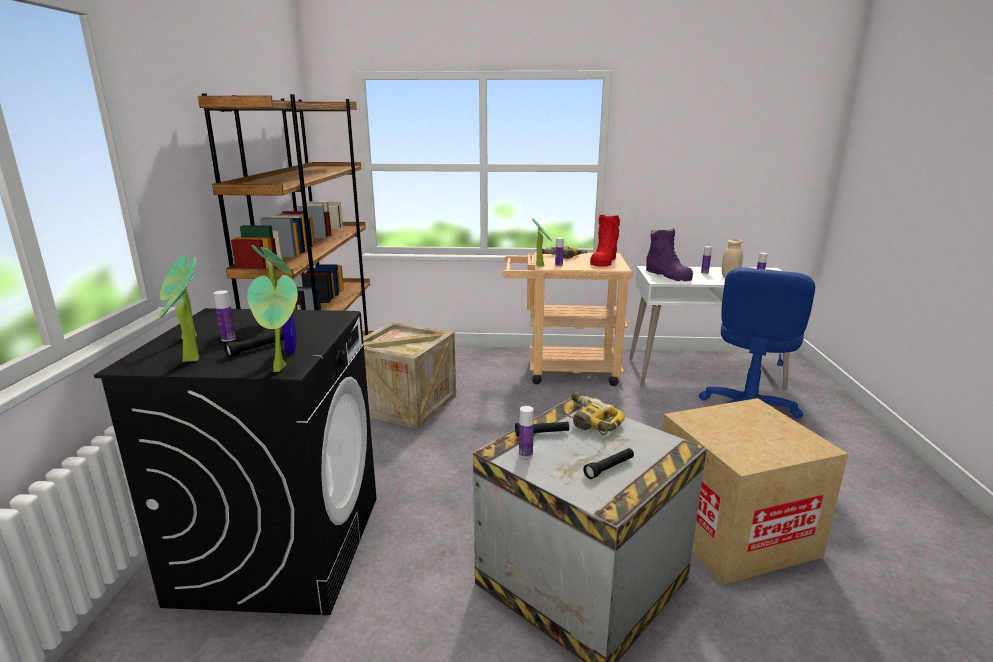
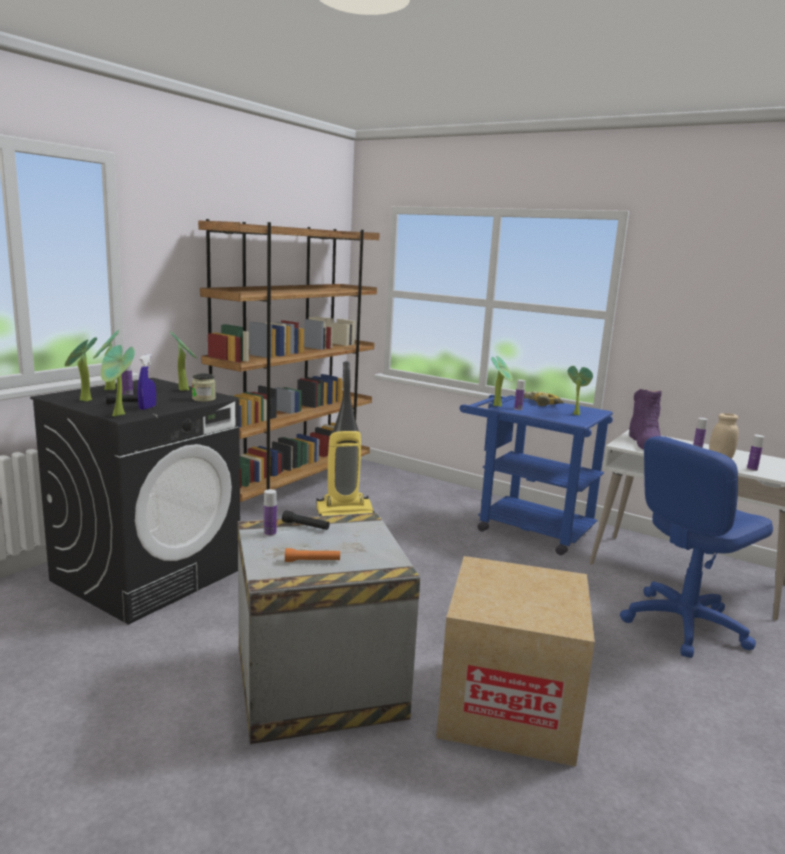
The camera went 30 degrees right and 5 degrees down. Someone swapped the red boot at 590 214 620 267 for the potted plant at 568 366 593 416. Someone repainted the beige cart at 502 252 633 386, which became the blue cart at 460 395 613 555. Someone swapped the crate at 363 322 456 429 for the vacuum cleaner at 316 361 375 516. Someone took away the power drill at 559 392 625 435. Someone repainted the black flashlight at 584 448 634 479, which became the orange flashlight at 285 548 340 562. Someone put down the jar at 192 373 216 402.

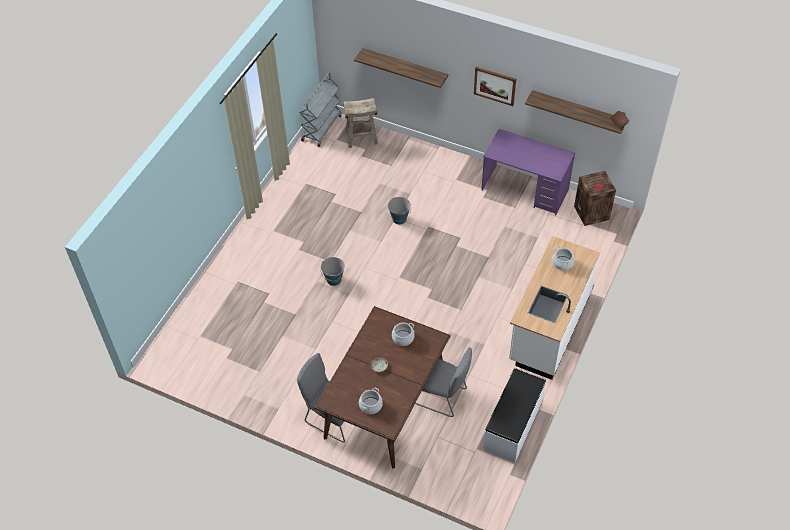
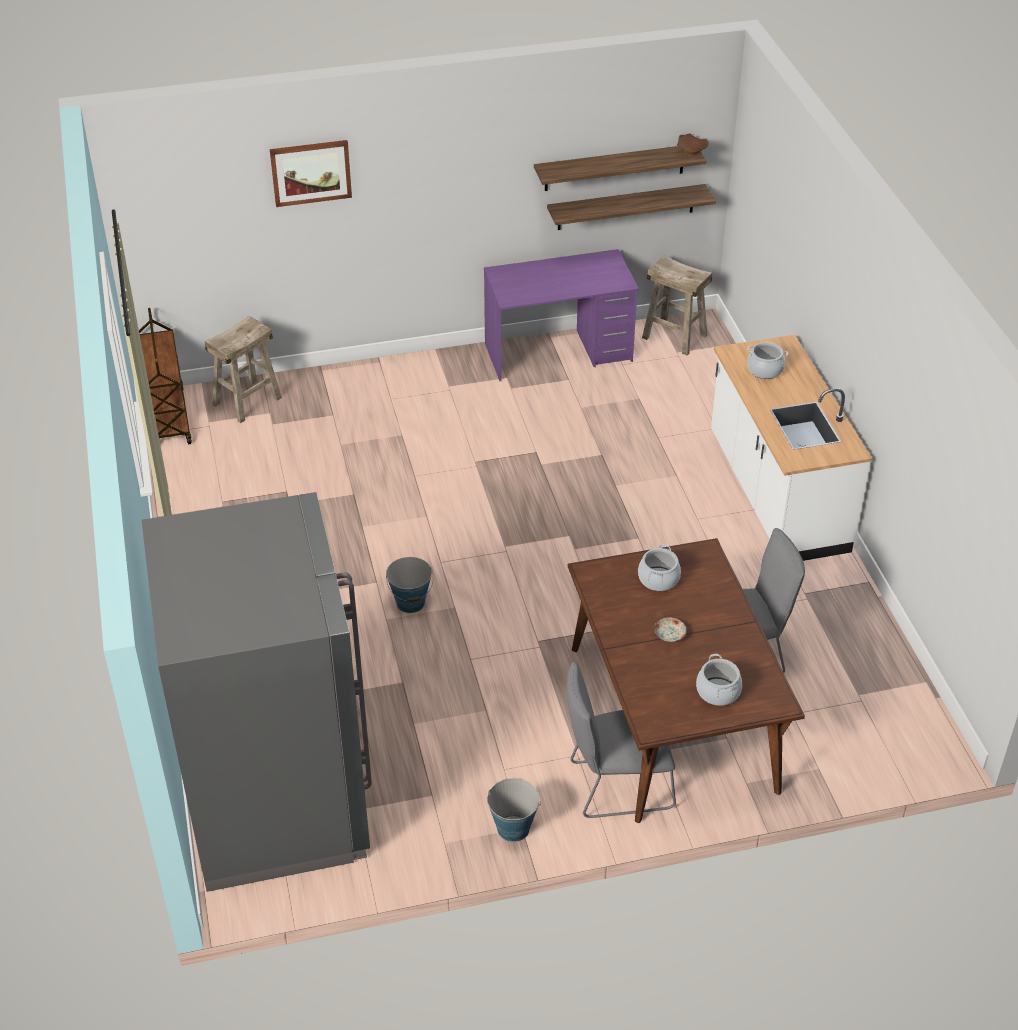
The camera went 40 degrees left and 10 degrees down. Someone carried the shelf from 354 48 448 88 to 547 184 716 230. Someone carried the picture from 474 67 516 106 to 270 140 352 207. Someone repainted the grey cart at 299 72 342 147, which became the brown cart at 139 308 192 444. Someone swapped the crate at 574 171 616 226 for the beige stool at 642 255 712 355. Someone carried the bucket from 388 197 411 225 to 487 778 541 842. Someone took away the white bench at 483 368 546 463. Someone put down the grey fridge at 142 492 372 892.

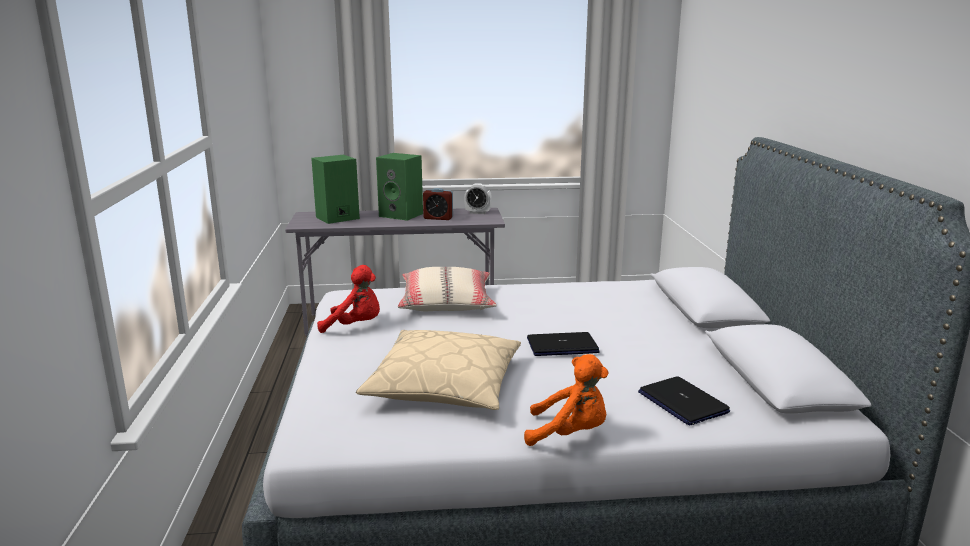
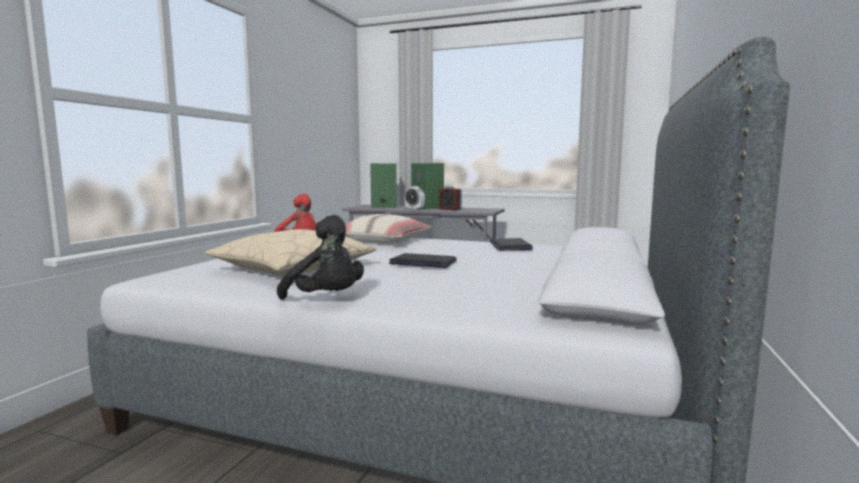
The camera went 25 degrees right and 10 degrees down. Someone carried the alarm clock from 464 183 492 214 to 405 186 425 210. Someone repainted the orange plush toy at 524 354 609 446, which became the black plush toy at 277 215 364 300. Someone carried the laptop from 638 376 730 425 to 490 238 533 250.

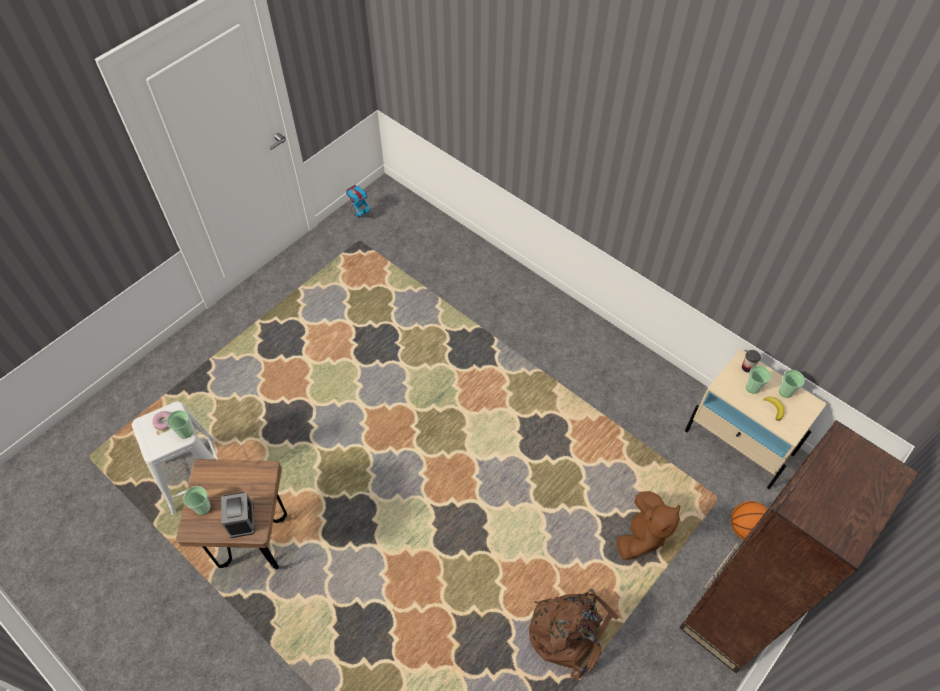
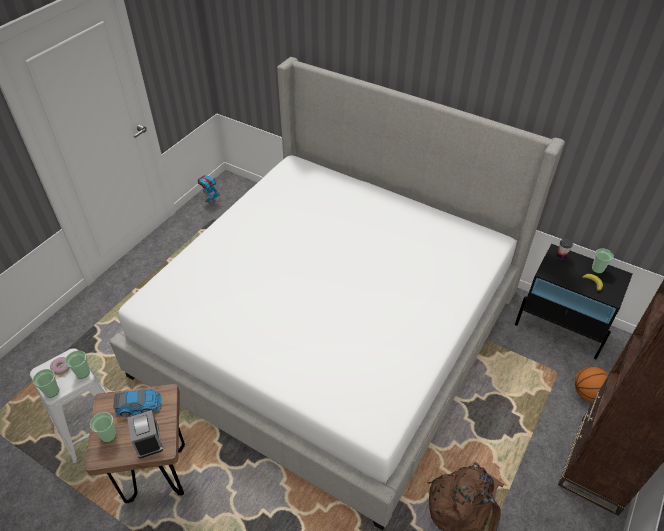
The camera went 10 degrees left and 10 degrees down. Someone repainted the beige nightstand at 685 349 827 489, which became the black nightstand at 515 244 632 359. Someone carried the cup from 746 366 771 394 to 33 369 59 398. Someone took away the brown plush toy at 616 491 680 560. Someone put down the bed at 109 57 565 530. Someone put down the toy car at 113 389 161 417.

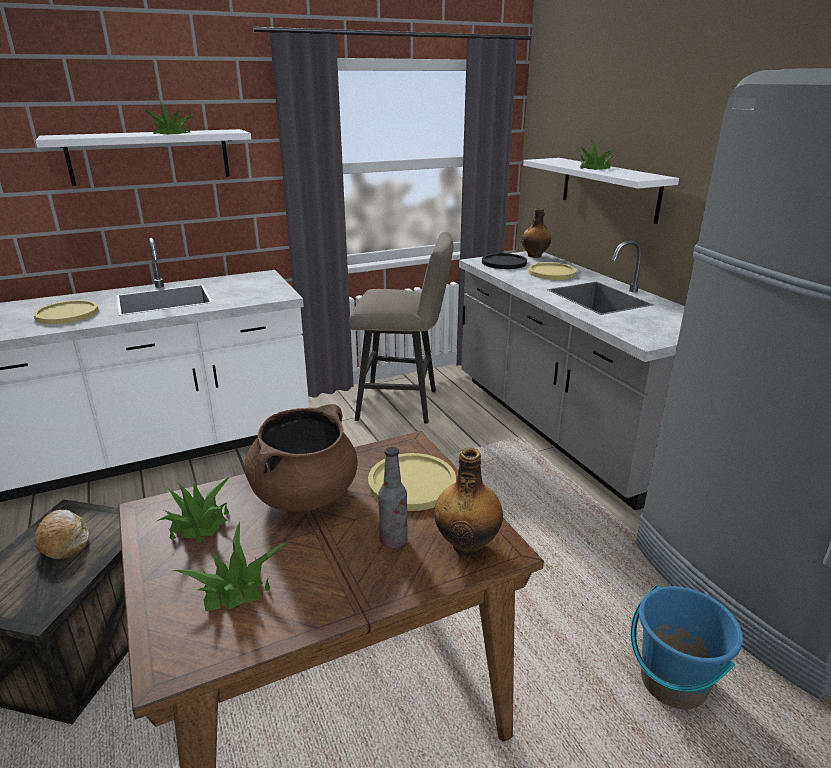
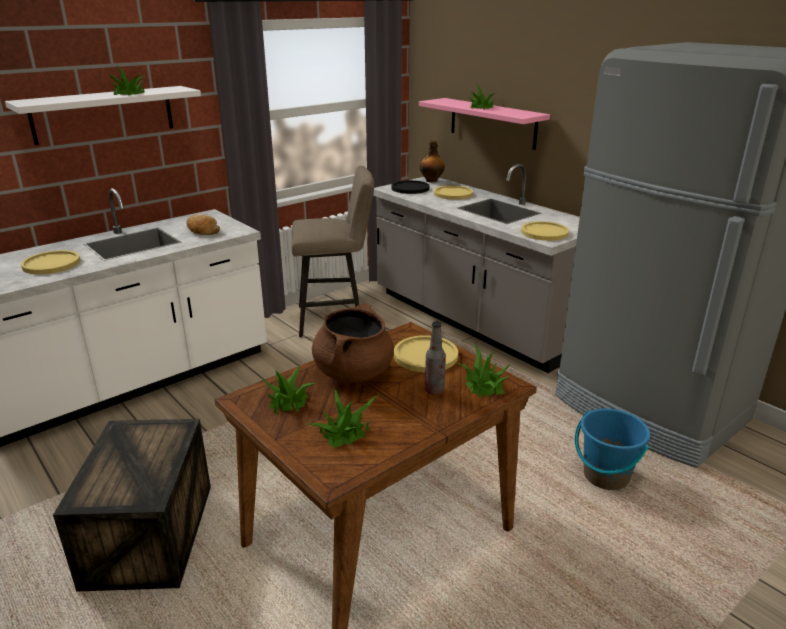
The camera went 15 degrees left and 0 degrees up. Someone repainted the white shelf at 523 158 679 224, which became the pink shelf at 419 98 550 150. Someone swapped the bottle at 434 448 503 556 for the potted plant at 455 343 511 397. Someone carried the bread from 34 510 89 559 to 187 214 220 235. Someone put down the yellow plate at 521 221 569 241.

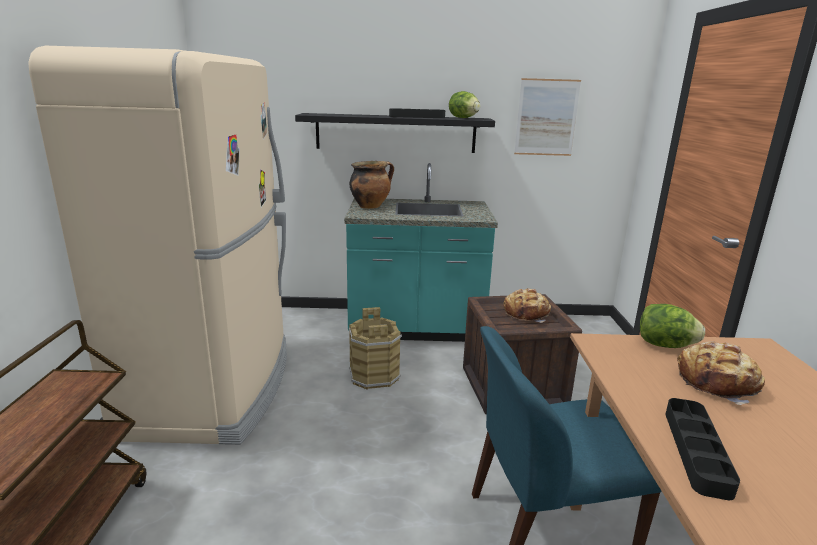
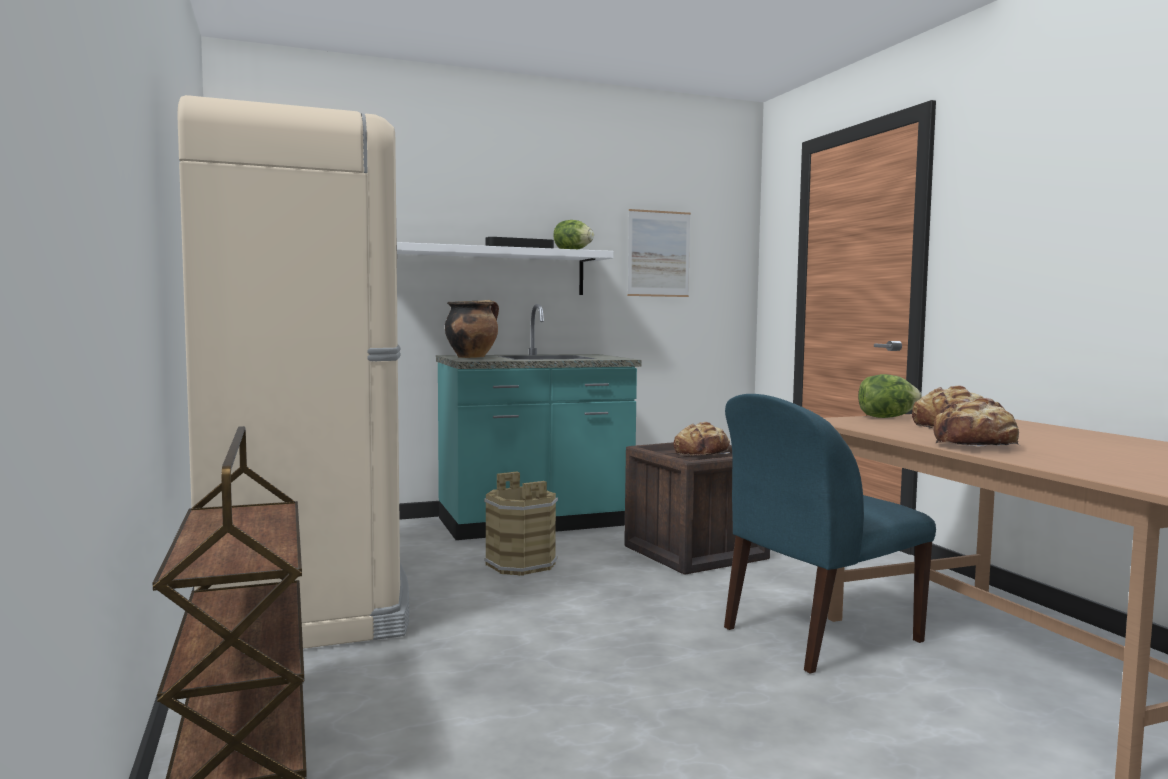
The camera went 20 degrees left and 15 degrees down. Someone repainted the black shelf at 295 113 495 153, which became the white shelf at 397 242 614 295. Someone swapped the black tray at 665 398 740 500 for the bread at 934 398 1020 447.

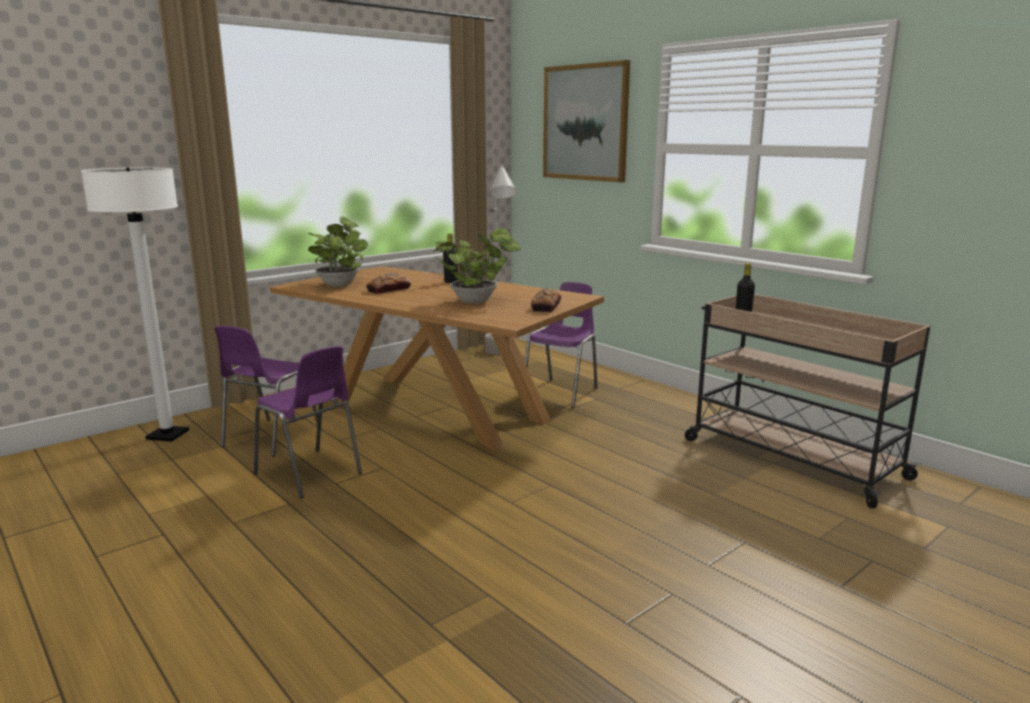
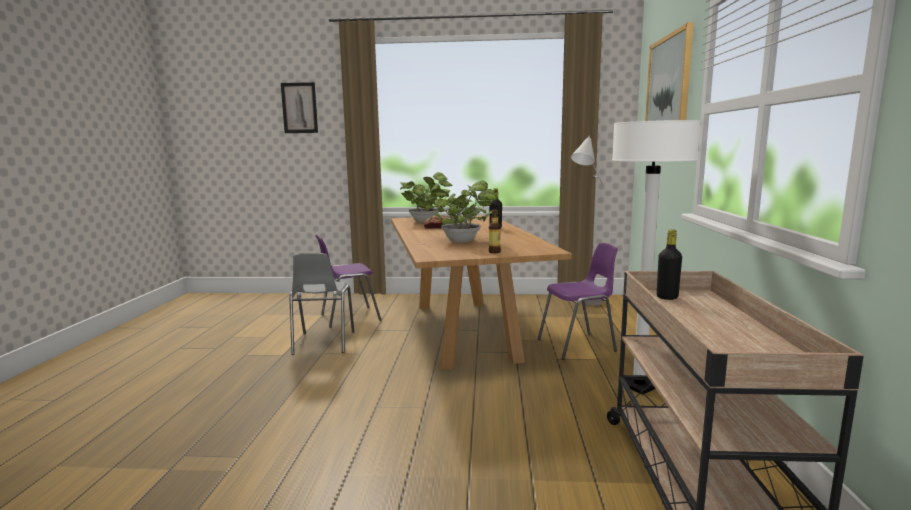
The camera went 45 degrees right and 5 degrees down. Someone carried the white floor lamp from 81 168 189 442 to 612 120 701 395. Someone swapped the bread at 531 288 561 312 for the bottle at 489 209 501 253. Someone repainted the purple chair at 254 346 362 499, which became the grey chair at 290 253 355 355. Someone put up the picture at 281 82 318 133.

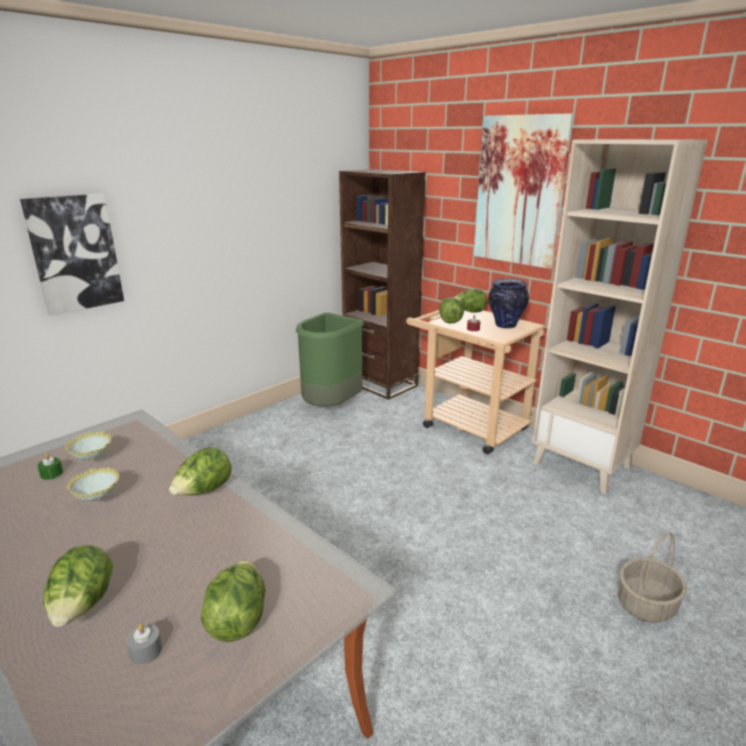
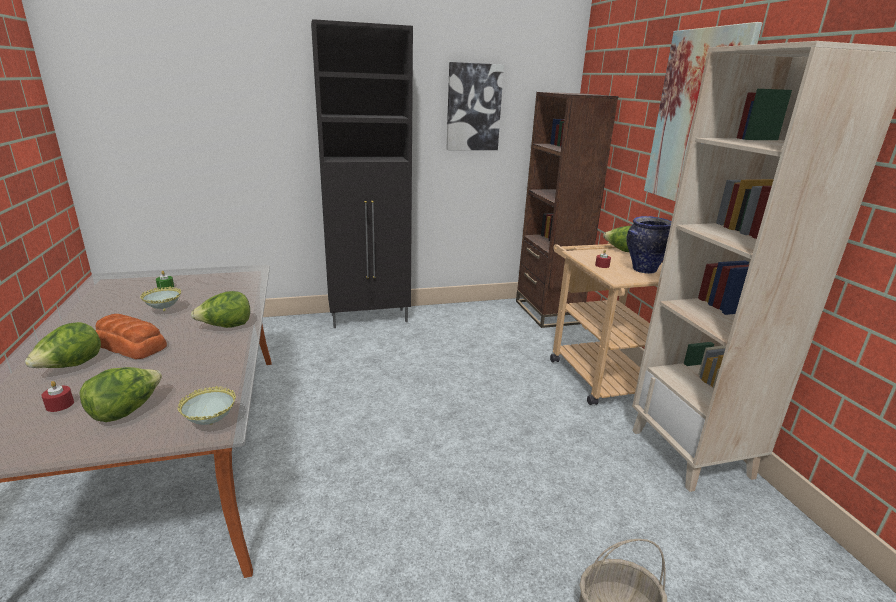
The camera went 30 degrees right and 0 degrees up. Someone carried the picture from 20 193 124 316 to 446 62 504 150. Someone took away the lettuce at 439 297 464 324. Someone took away the green trash can at 296 313 364 407. Someone carried the bowl from 65 431 111 461 to 177 386 236 425. Someone repainted the grey candle at 126 623 162 664, which became the red candle at 41 381 74 412. Someone put down the black cabinet at 311 19 413 328. Someone put down the bread at 95 314 167 359.

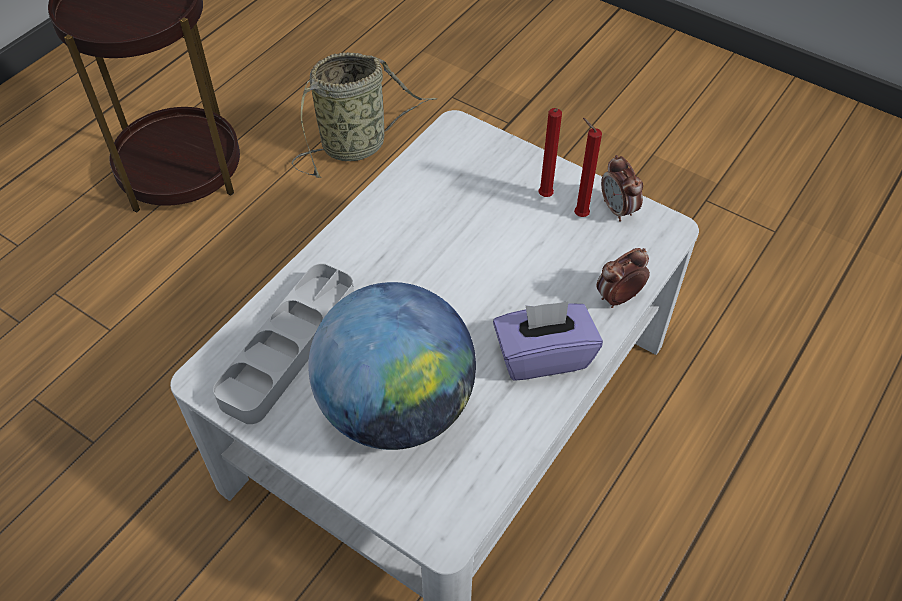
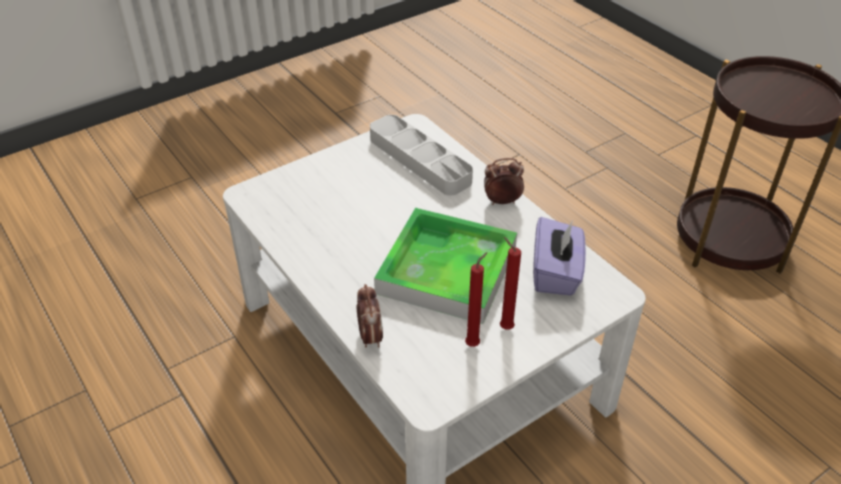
The camera went 110 degrees right and 10 degrees down. Someone took away the basket at 291 52 437 178. Someone carried the alarm clock from 601 155 643 222 to 484 158 524 205. Someone took away the globe at 308 282 476 450. Someone carried the purple tissue box from 493 301 603 381 to 533 217 586 296. Someone put down the tray at 374 208 517 324.

